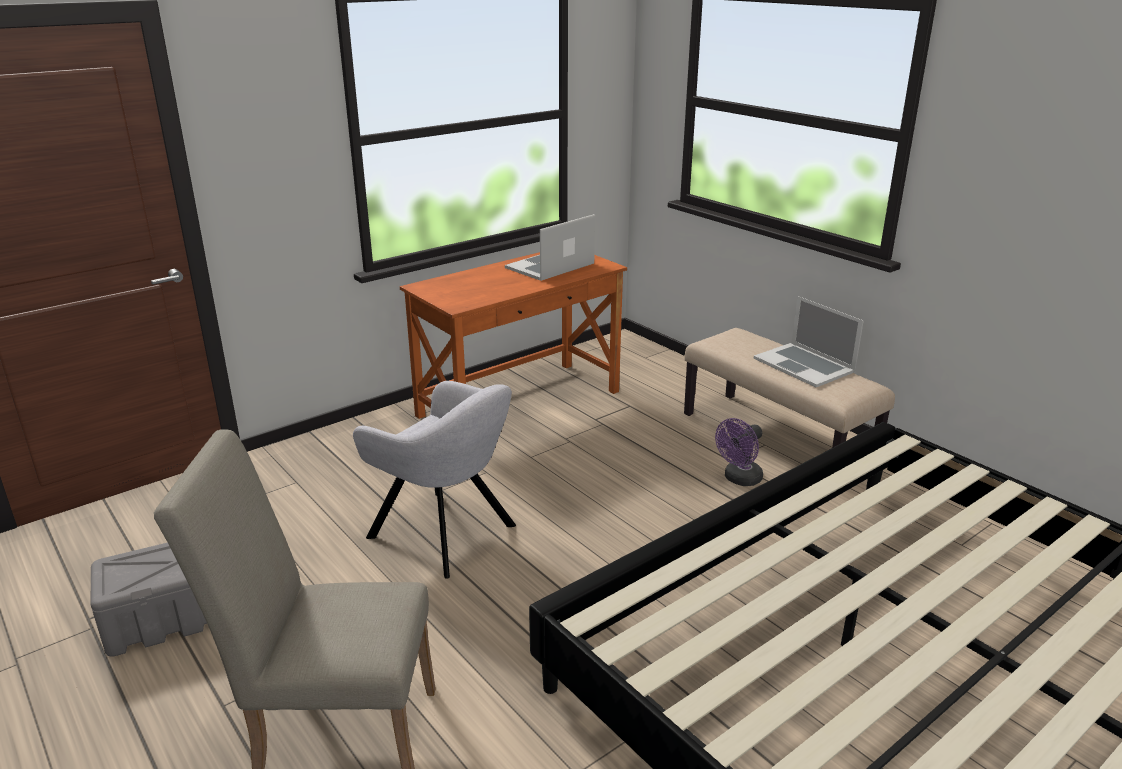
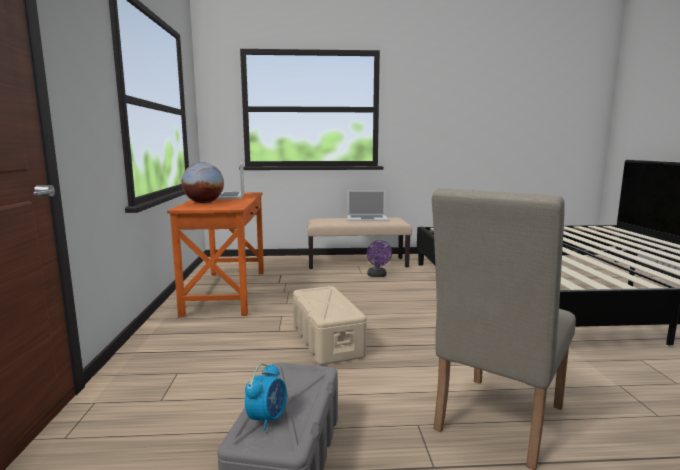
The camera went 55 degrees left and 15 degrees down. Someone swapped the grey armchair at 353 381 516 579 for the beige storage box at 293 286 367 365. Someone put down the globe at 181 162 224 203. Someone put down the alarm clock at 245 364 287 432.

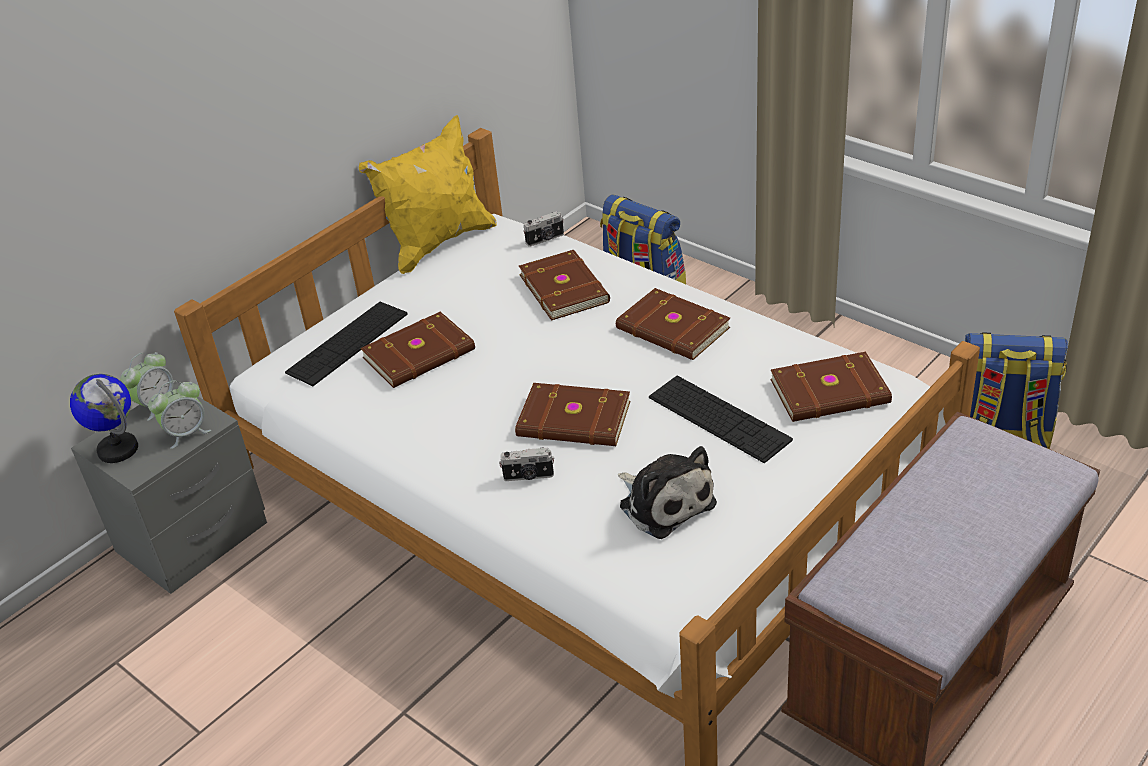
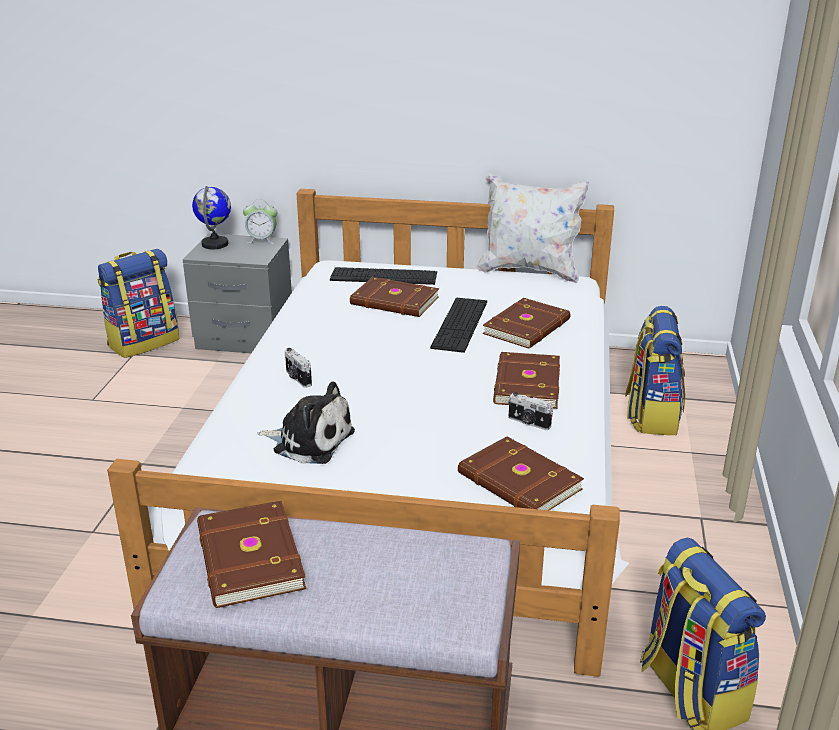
The camera went 55 degrees right and 10 degrees down. Someone repainted the yellow pillow at 359 115 497 274, which became the white pillow at 477 173 590 283. Someone carried the photo camera from 523 211 564 247 to 508 392 553 430. Someone carried the keyboard from 649 376 793 463 to 430 298 487 353. Someone took away the alarm clock at 148 380 211 449. Someone carried the brown book from 515 383 631 446 to 197 500 306 608. Someone rotated the plush toy at 618 446 717 539 by 90 degrees counterclockwise. Someone put down the backpack at 97 249 179 358.

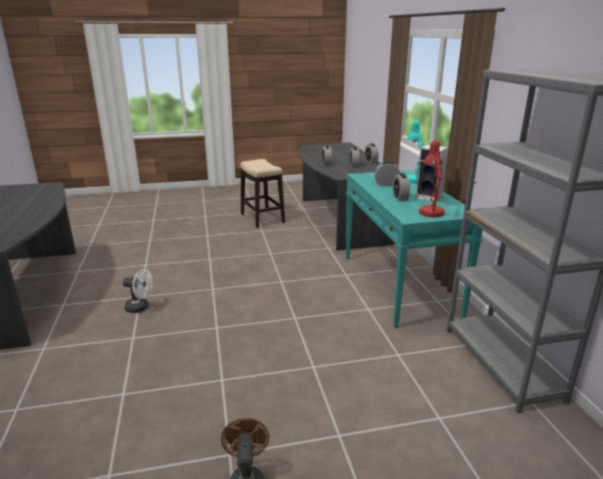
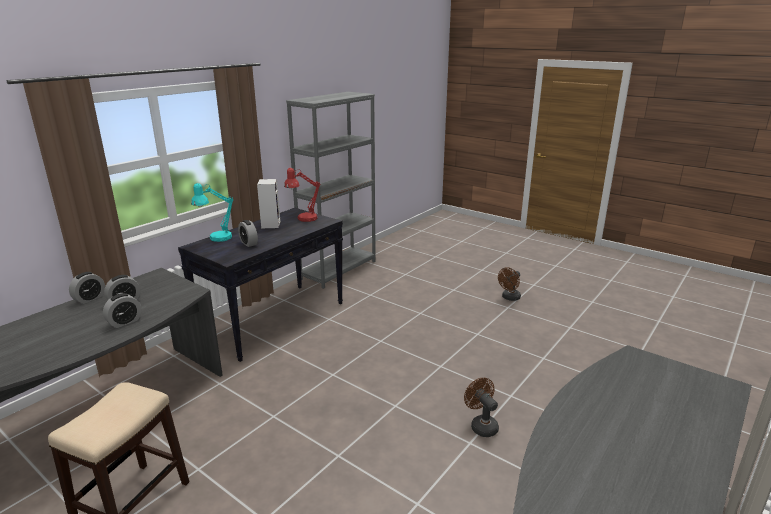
The camera went 130 degrees left and 0 degrees up. Someone repainted the turquoise console table at 346 170 483 328, which became the black console table at 178 208 343 362. Someone took away the alarm clock at 393 173 410 201. Someone repainted the white fan at 123 269 153 313, which became the brown fan at 464 378 499 437.

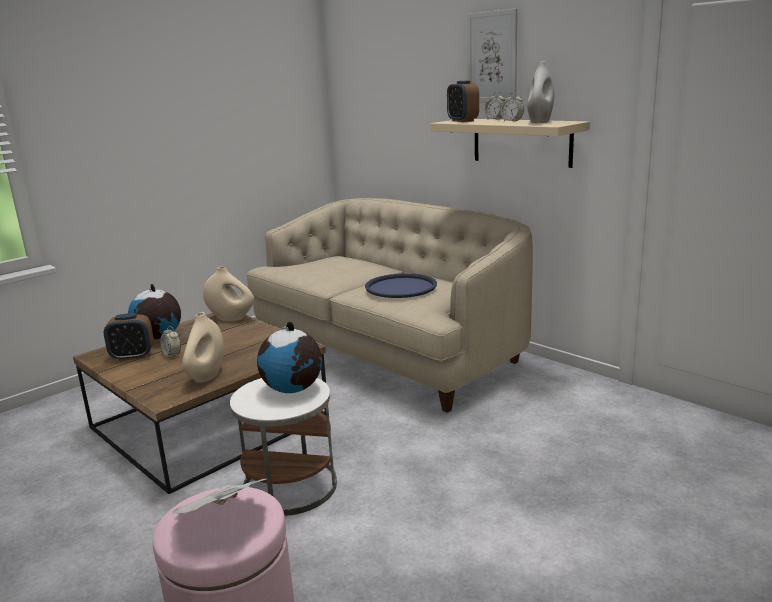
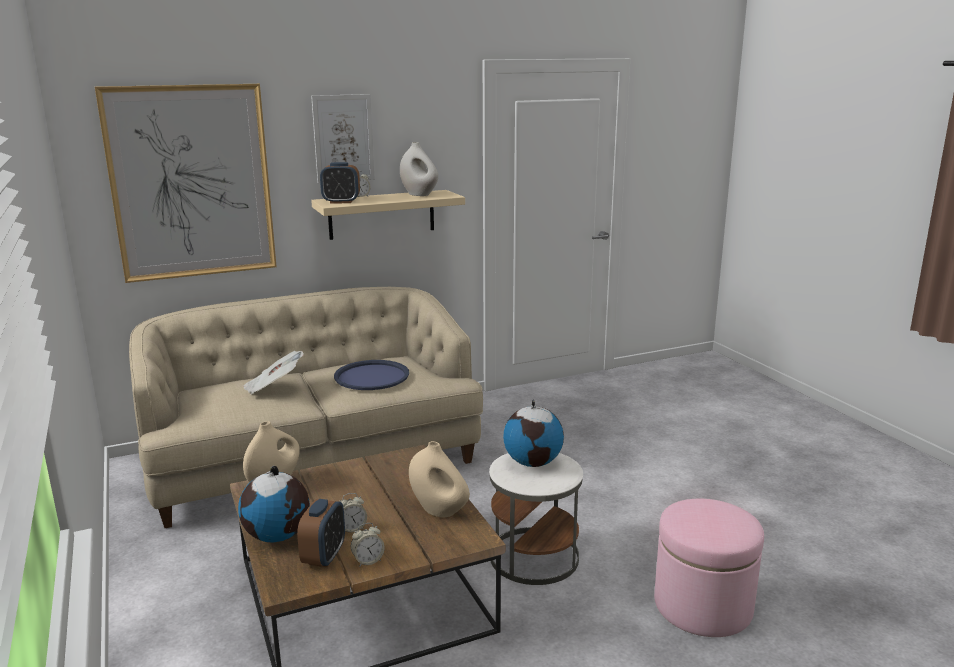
The camera went 70 degrees left and 0 degrees up. Someone carried the alarm clock from 501 92 524 122 to 351 523 385 567. Someone carried the newspaper from 172 478 268 514 to 243 351 304 395. Someone put up the picture at 95 84 277 283.

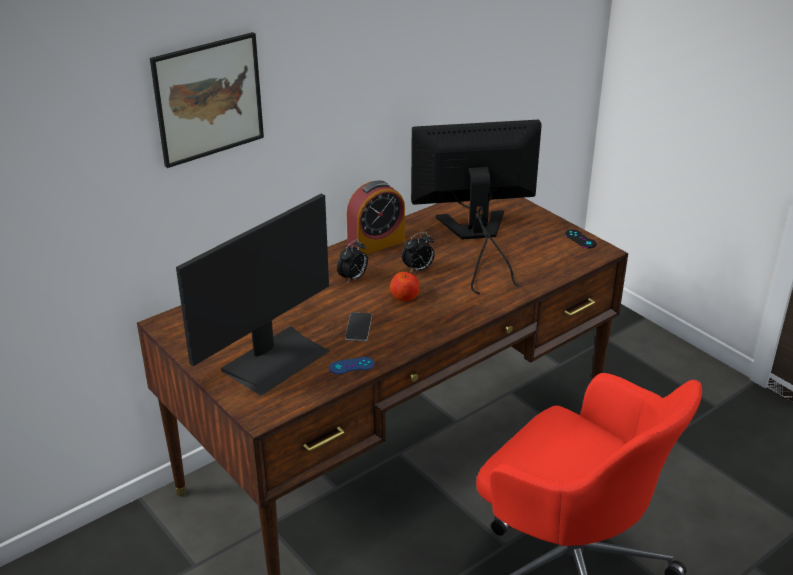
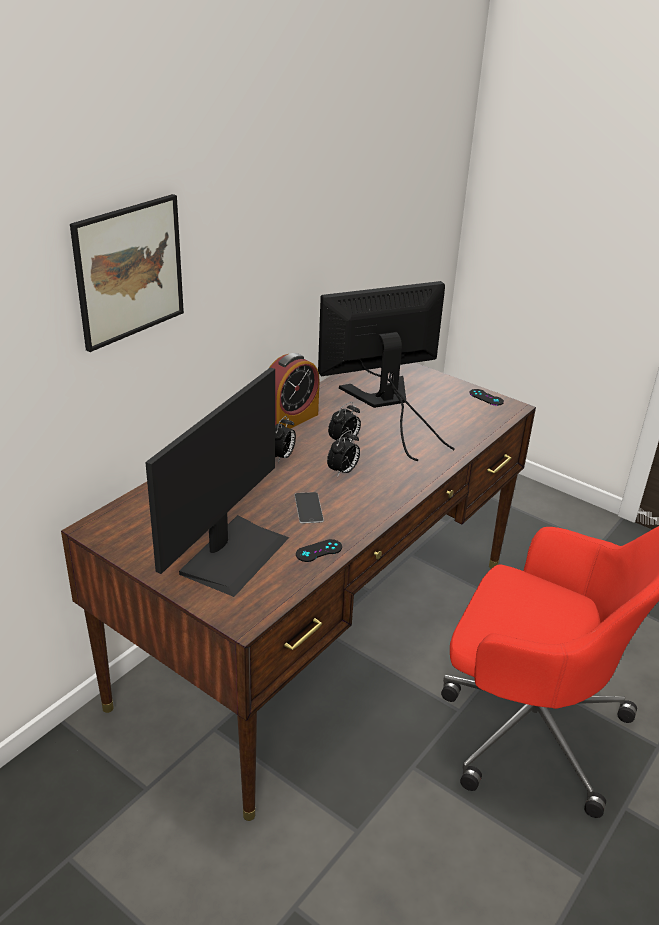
The camera went 15 degrees left and 0 degrees up. Someone swapped the apple at 390 272 420 302 for the alarm clock at 327 430 360 477. Someone repainted the blue game controller at 329 357 374 374, which became the black game controller at 296 539 342 562.

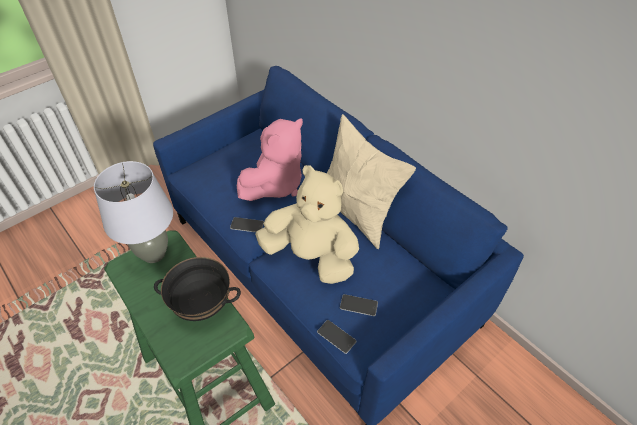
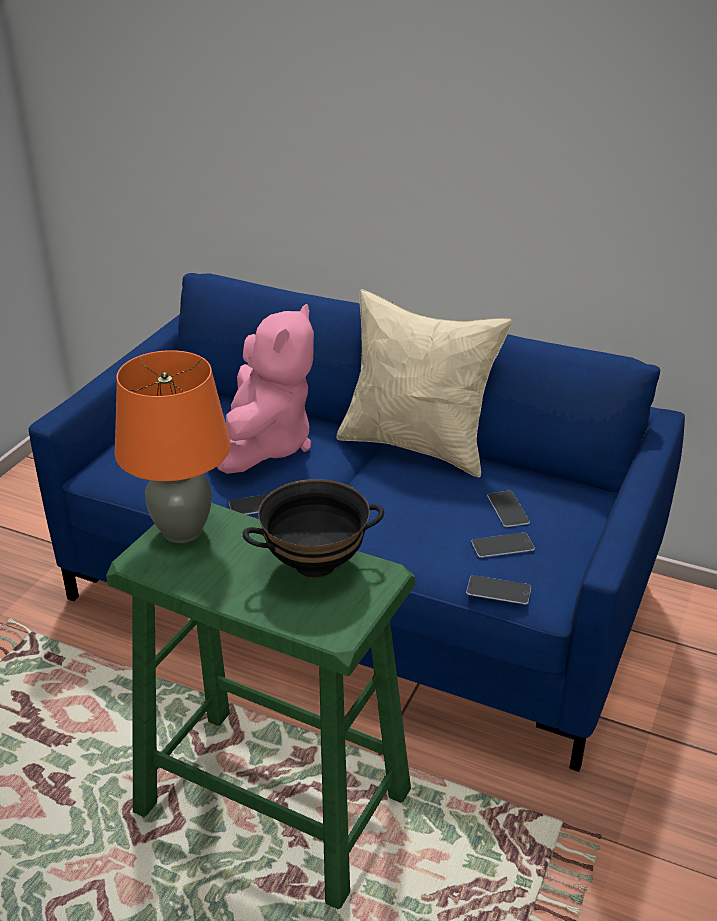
The camera went 25 degrees left and 15 degrees down. Someone repainted the grey table lamp at 94 161 173 263, which became the orange table lamp at 114 350 231 543. Someone took away the beige plush toy at 255 165 359 284. Someone put down the phone at 487 491 530 527.

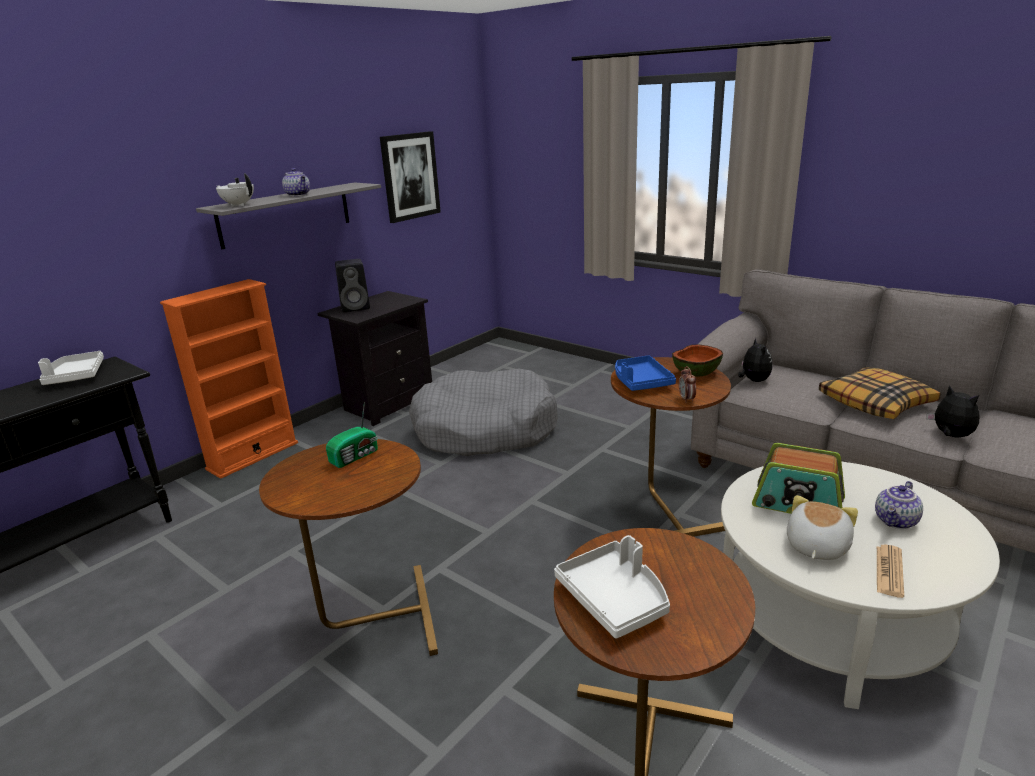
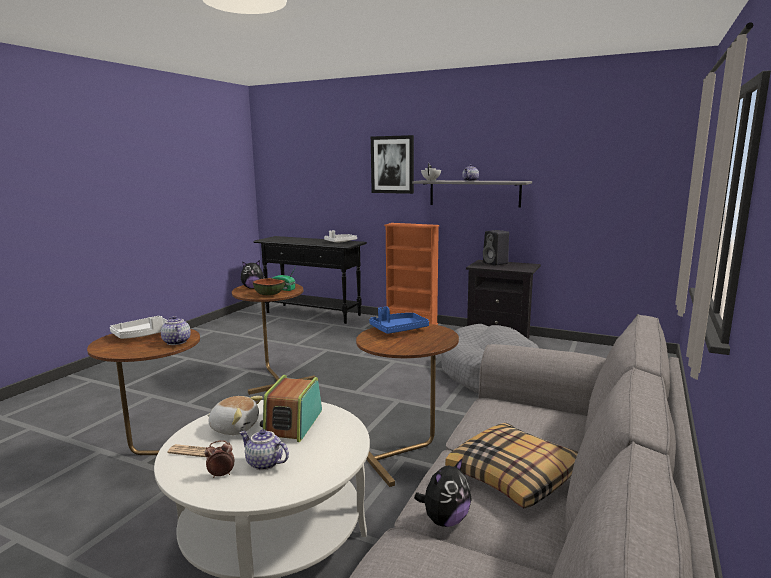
The camera went 75 degrees right and 10 degrees down. Someone carried the picture from 380 131 441 223 to 371 135 414 194. Someone carried the plush toy from 738 338 773 382 to 241 260 265 289. Someone carried the bowl from 672 344 723 377 to 253 278 285 296. Someone carried the alarm clock from 679 366 696 403 to 204 440 234 478. Someone put down the teapot at 161 316 191 345.

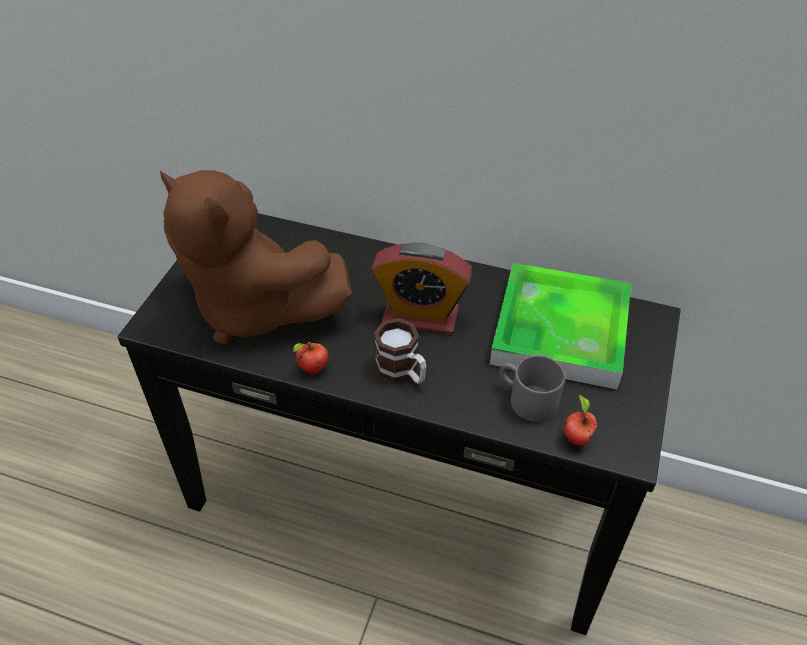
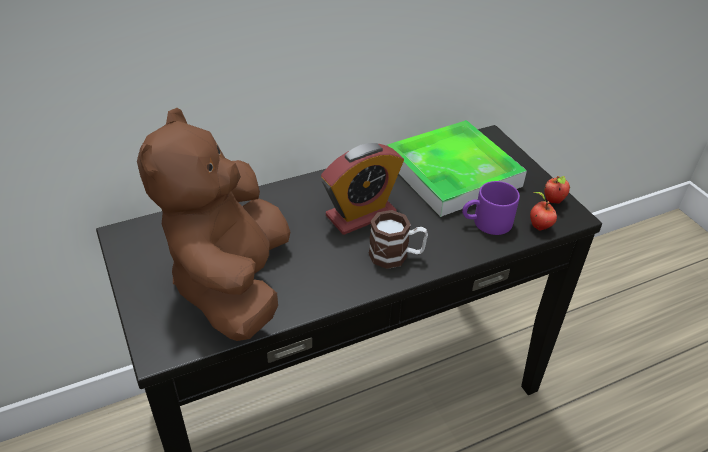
The camera went 45 degrees left and 5 degrees down. Someone rotated the brown plush toy at 160 170 352 344 by 105 degrees clockwise. Someone carried the apple from 293 342 328 375 to 544 176 570 204. Someone repainted the grey mug at 499 355 565 422, which became the purple mug at 462 181 520 235.

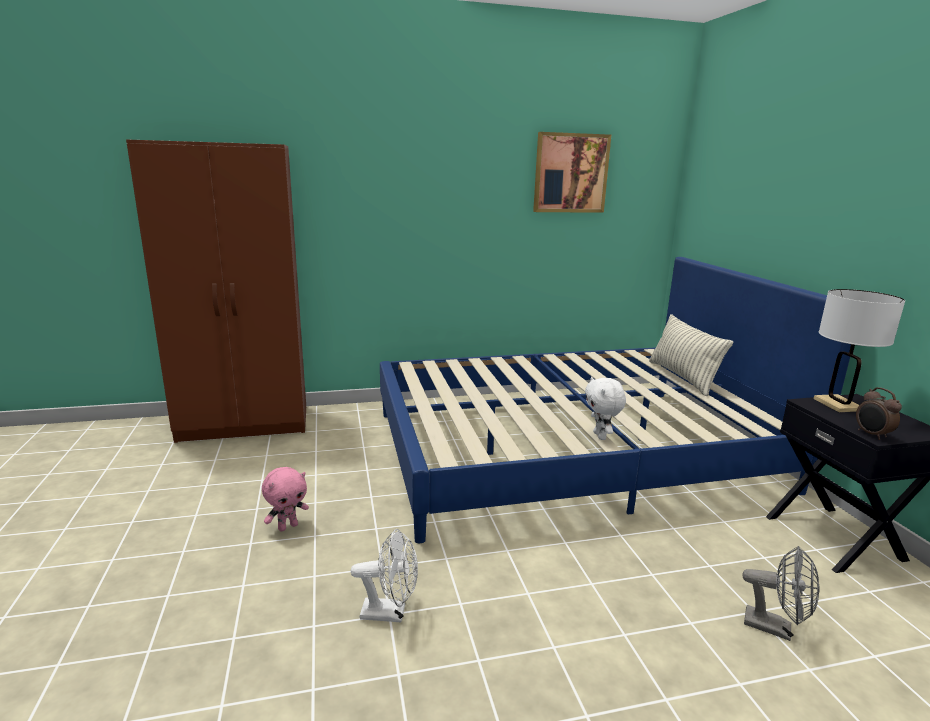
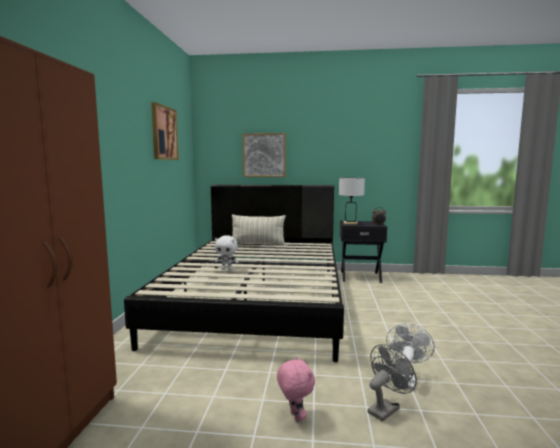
The camera went 70 degrees left and 10 degrees down. Someone repainted the blue bed at 380 257 851 543, which became the black bed at 124 184 344 362. Someone carried the white plush toy from 585 377 626 440 to 215 235 239 270. Someone carried the grey fan from 742 546 820 641 to 367 344 417 421. Someone put up the picture at 243 133 286 177.

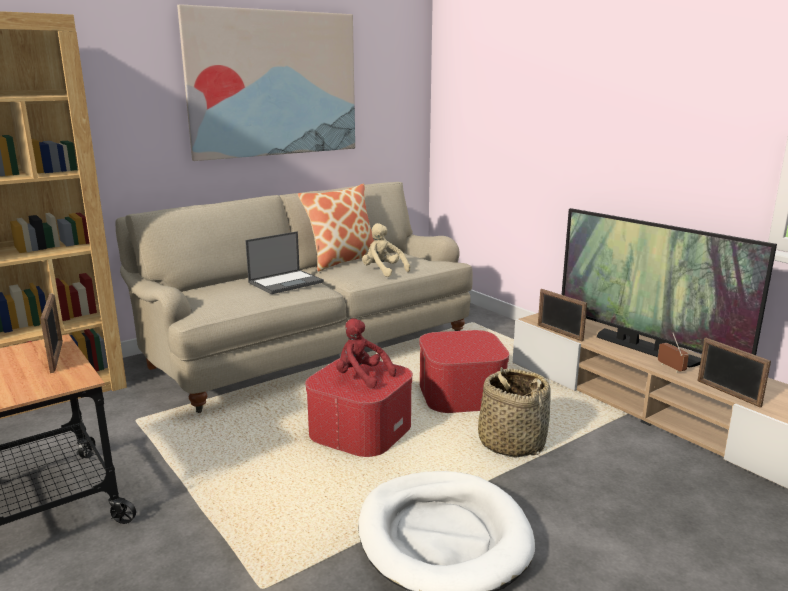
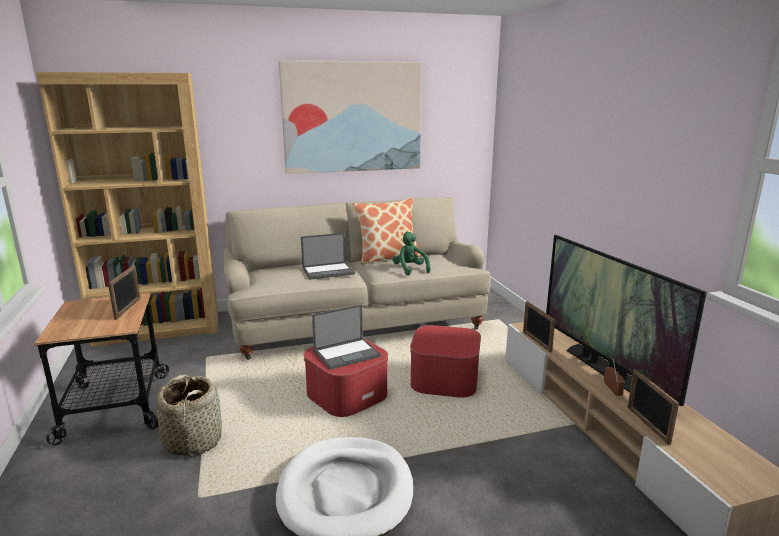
The camera went 20 degrees right and 0 degrees up. Someone repainted the beige plush toy at 362 223 410 277, which became the green plush toy at 392 232 431 276. Someone swapped the red plush toy at 336 318 396 388 for the laptop at 312 305 381 370. Someone carried the basket from 478 367 550 458 to 157 375 222 457.

